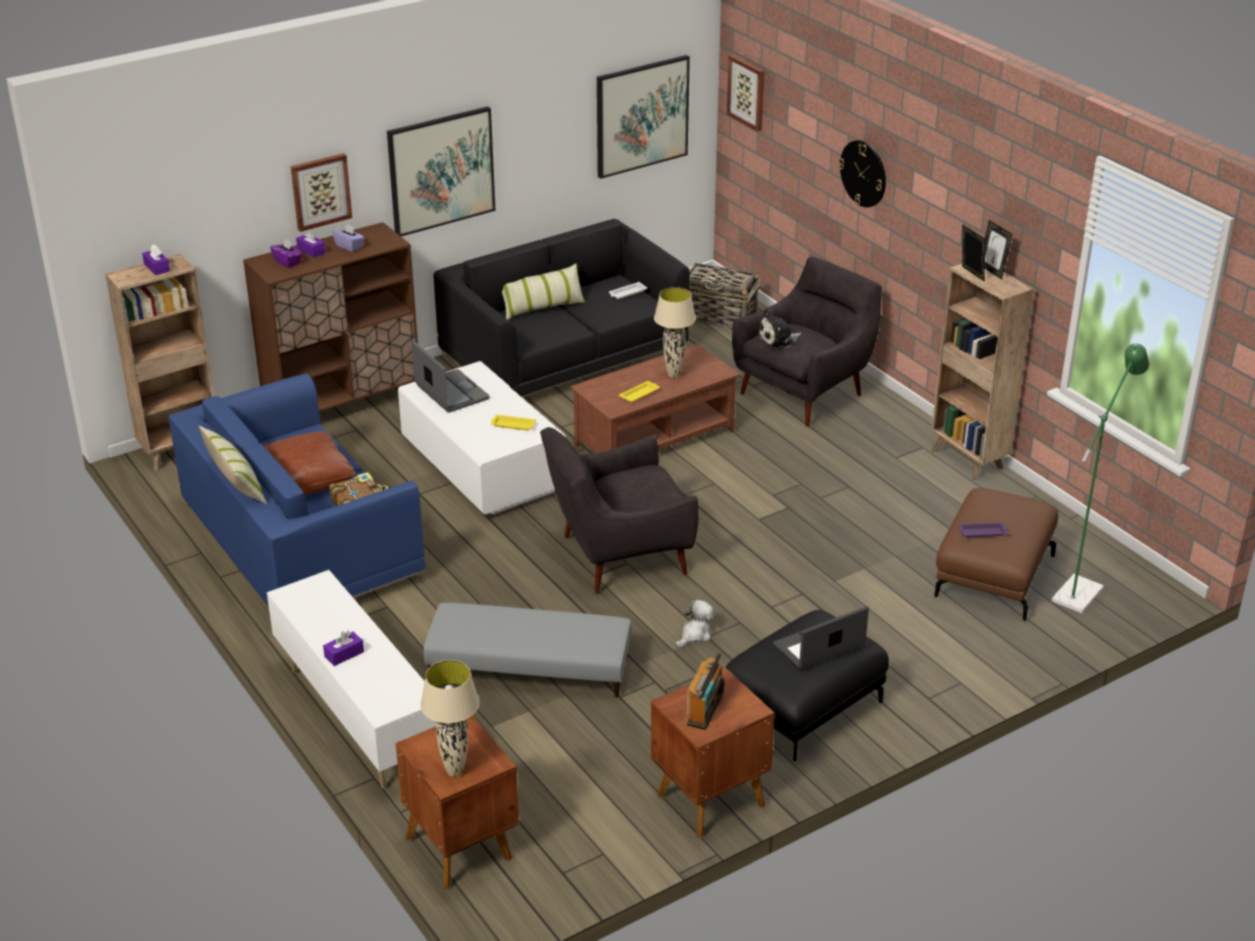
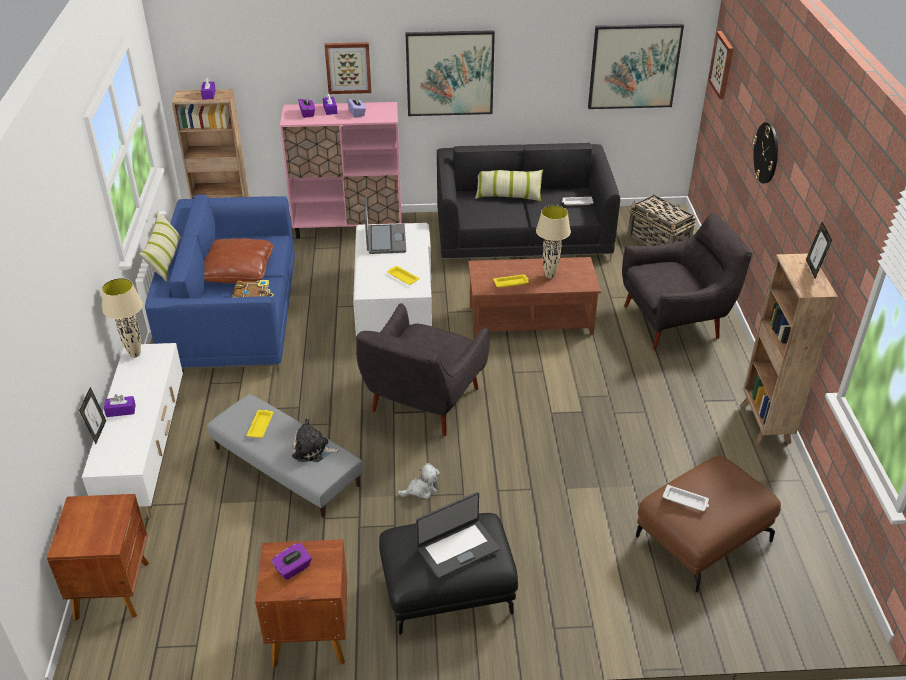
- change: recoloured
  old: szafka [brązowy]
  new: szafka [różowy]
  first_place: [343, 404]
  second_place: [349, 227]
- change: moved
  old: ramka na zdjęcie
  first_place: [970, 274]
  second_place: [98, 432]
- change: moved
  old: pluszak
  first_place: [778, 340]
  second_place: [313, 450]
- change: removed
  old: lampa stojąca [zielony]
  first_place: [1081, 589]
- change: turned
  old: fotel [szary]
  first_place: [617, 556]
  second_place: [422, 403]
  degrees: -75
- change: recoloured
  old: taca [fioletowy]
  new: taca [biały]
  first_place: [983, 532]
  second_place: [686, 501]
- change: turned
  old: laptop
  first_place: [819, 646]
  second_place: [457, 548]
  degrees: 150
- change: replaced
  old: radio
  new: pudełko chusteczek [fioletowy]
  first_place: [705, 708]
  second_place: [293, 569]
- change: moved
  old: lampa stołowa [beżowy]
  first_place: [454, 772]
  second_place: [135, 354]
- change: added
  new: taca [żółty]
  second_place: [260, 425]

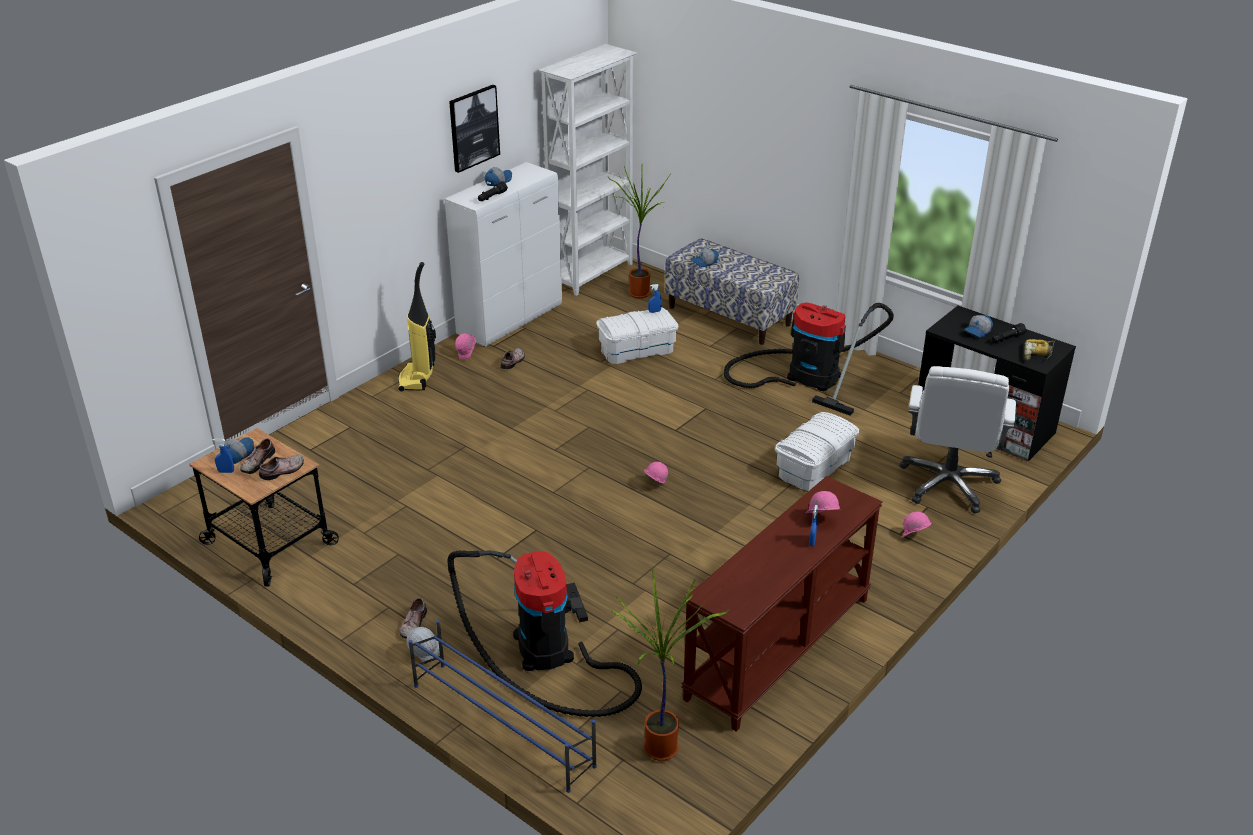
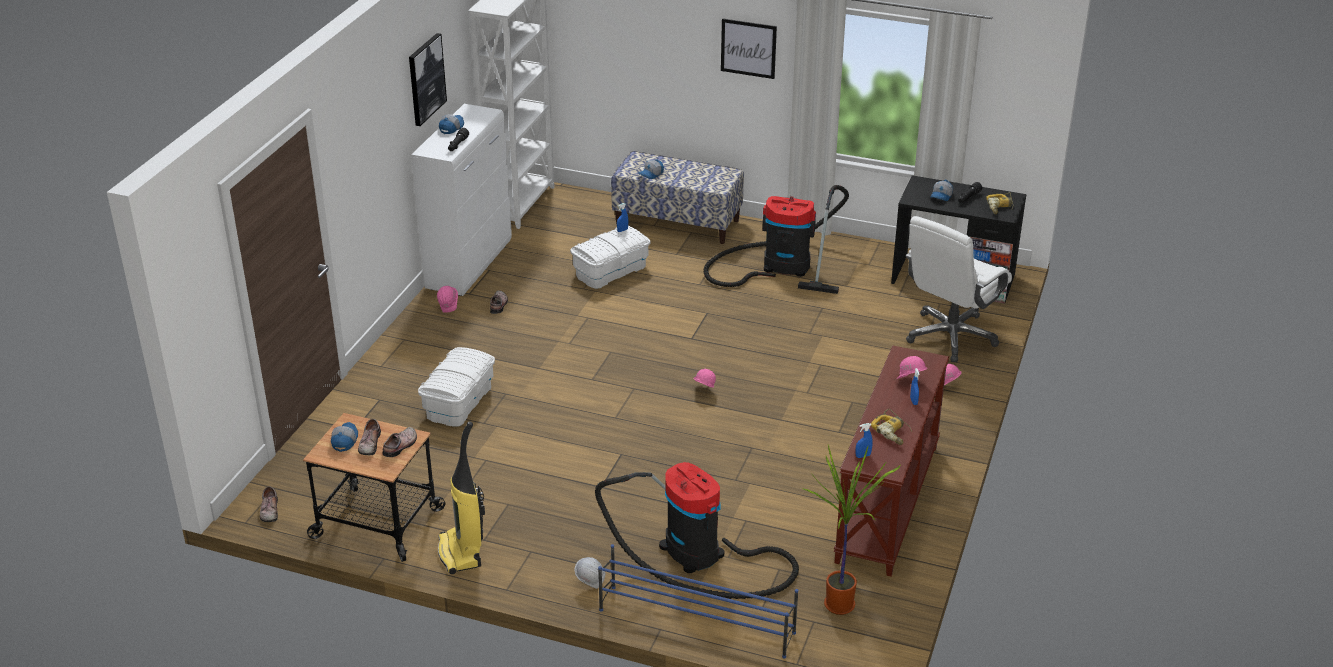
- change: removed
  old: roślina doniczkowa
  first_place: [638, 293]
- change: moved
  old: odkurzacz
  first_place: [417, 379]
  second_place: [461, 553]
- change: turned
  old: krzesło biurowe [biały]
  first_place: [948, 484]
  second_place: [951, 336]
  degrees: 45
- change: moved
  old: pojemnik do przechowywania [biały]
  first_place: [814, 466]
  second_place: [459, 402]
- change: moved
  old: spryskiwacz [niebieski]
  first_place: [226, 471]
  second_place: [863, 456]
- change: moved
  old: but
  first_place: [412, 624]
  second_place: [269, 510]
- change: added
  new: obraz
  second_place: [748, 48]
- change: added
  new: wiertarka
  second_place: [893, 431]

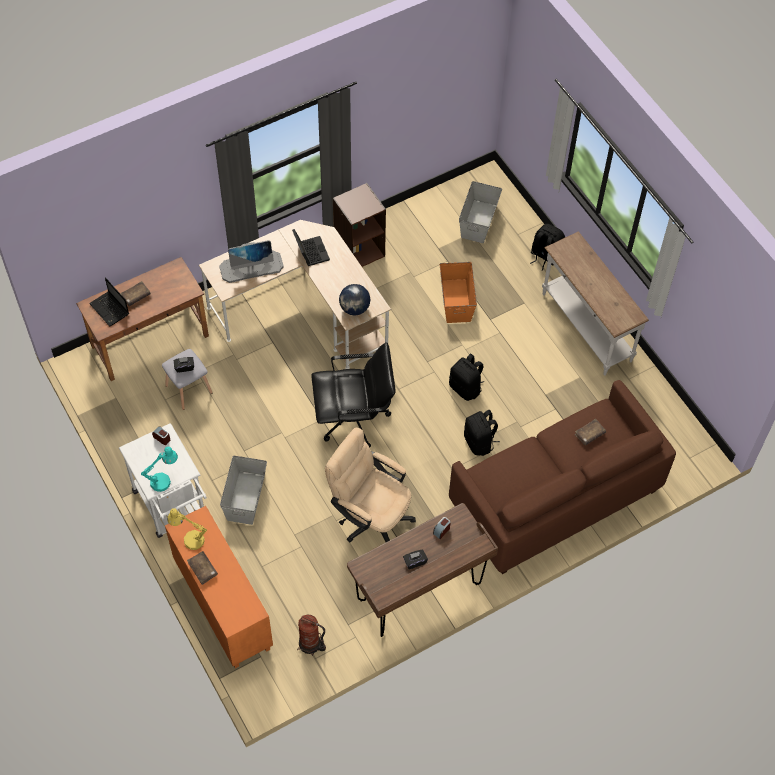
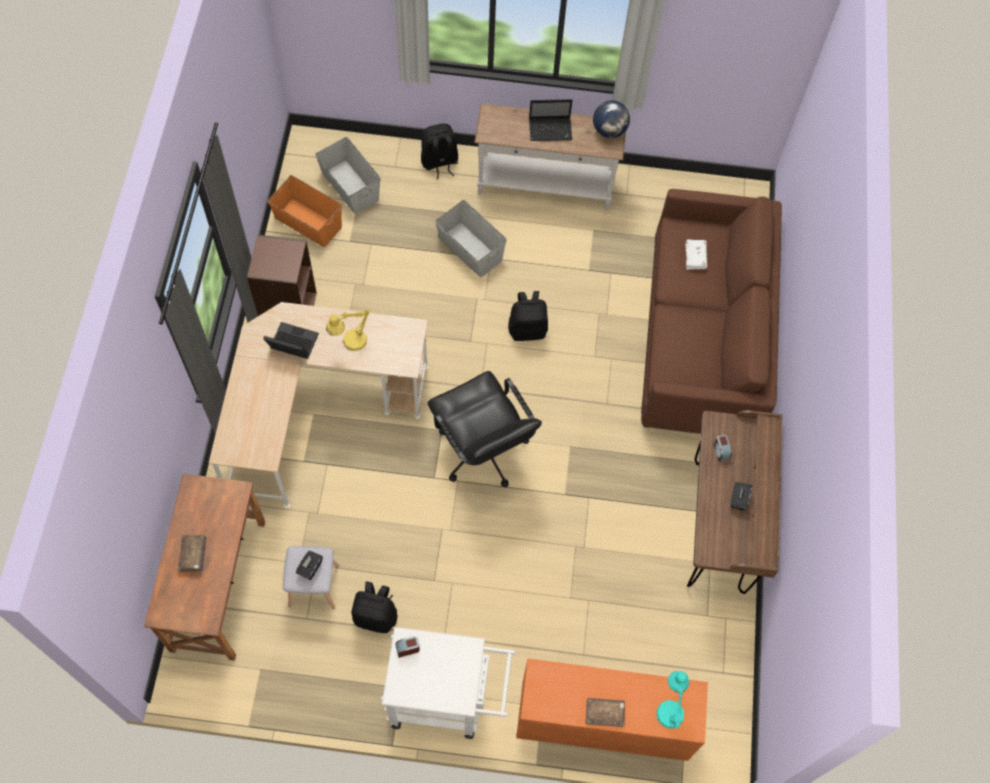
- change: removed
  old: monitor
  first_place: [252, 267]
- change: moved
  old: pojemnik do przechowywania [pomarańczowy]
  first_place: [456, 300]
  second_place: [308, 222]
- change: moved
  old: laptop
  first_place: [110, 309]
  second_place: [551, 129]
- change: moved
  old: globus
  first_place: [354, 308]
  second_place: [609, 130]
- change: turned
  old: krzesło biurowe [czarny]
  first_place: [354, 419]
  second_place: [482, 451]
  degrees: 120
- change: moved
  old: plecak [czarny]
  first_place: [479, 442]
  second_place: [376, 616]
- change: recoloured
  old: książka [brązowy]
  new: książka [biały]
  first_place: [589, 434]
  second_place: [695, 257]
- change: removed
  old: krzesło biurowe [beżowy]
  first_place: [370, 517]
- change: moved
  old: lampa stołowa [turkusowy]
  first_place: [164, 480]
  second_place: [670, 708]
- change: moved
  old: pojemnik do przechowywania [szary]
  first_place: [245, 497]
  second_place: [470, 250]
- change: moved
  old: lampa stołowa [żółty]
  first_place: [189, 539]
  second_place: [350, 343]
- change: removed
  old: gaśnica
  first_place: [311, 644]

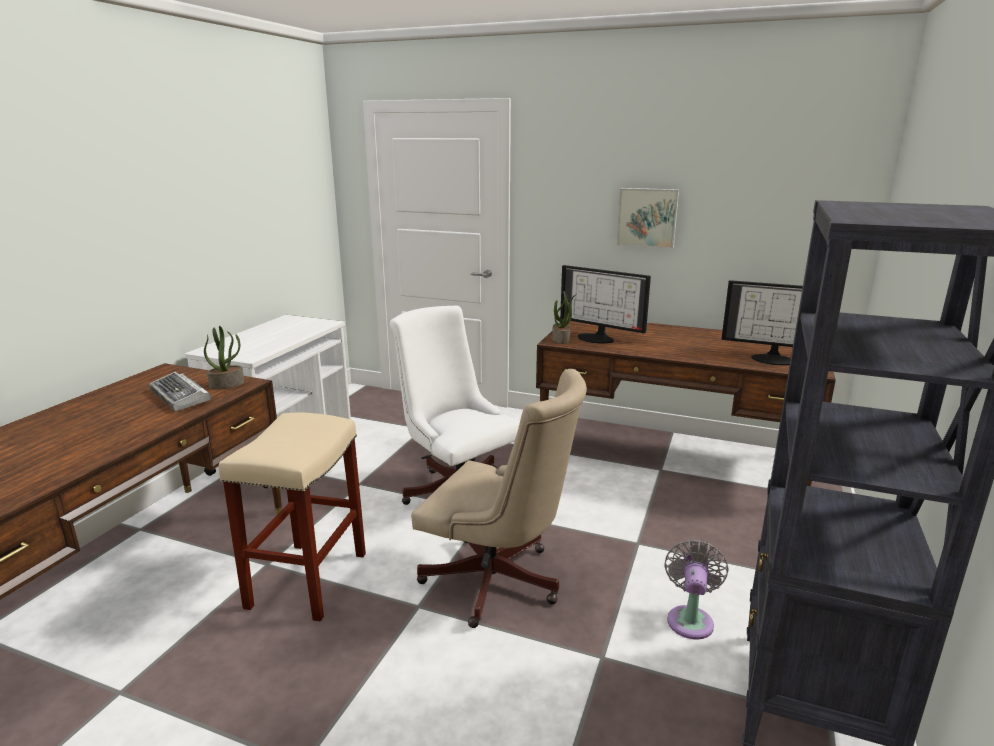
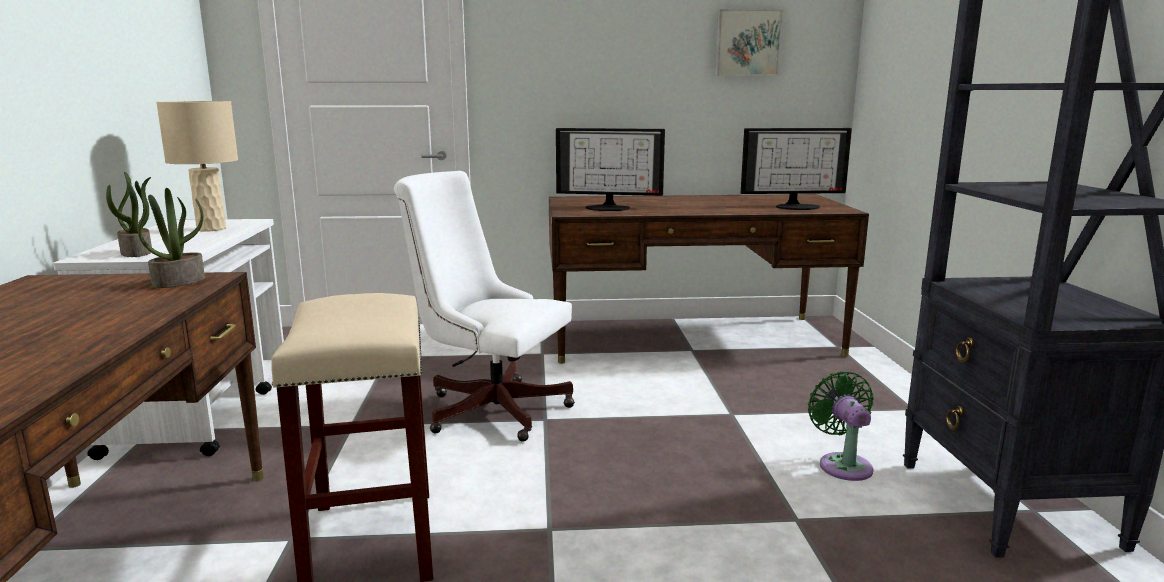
- change: moved
  old: obraz
  first_place: [647, 217]
  second_place: [747, 43]
- change: moved
  old: roślina doniczkowa
  first_place: [561, 340]
  second_place: [137, 252]
- change: removed
  old: krzesło biurowe [beżowy]
  first_place: [499, 583]
- change: removed
  old: klawiatura
  first_place: [180, 397]
- change: recoloured
  old: wentylator [szary]
  new: wentylator [zielony]
  first_place: [690, 619]
  second_place: [843, 464]
- change: added
  new: lampa stołowa [beżowy]
  second_place: [211, 229]

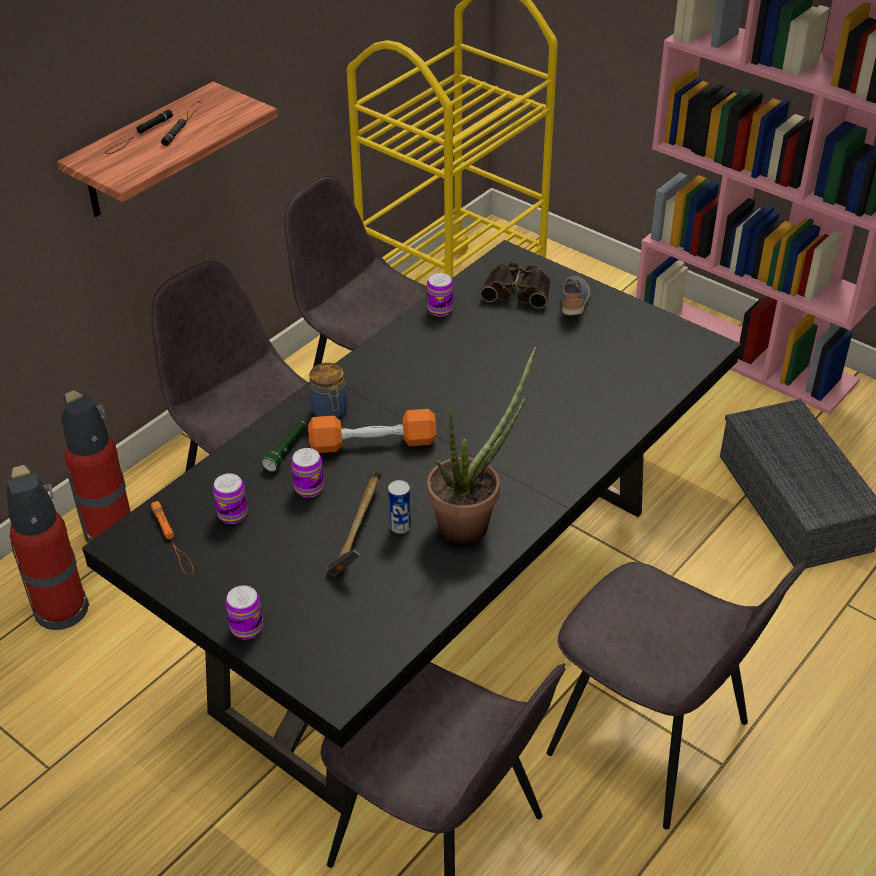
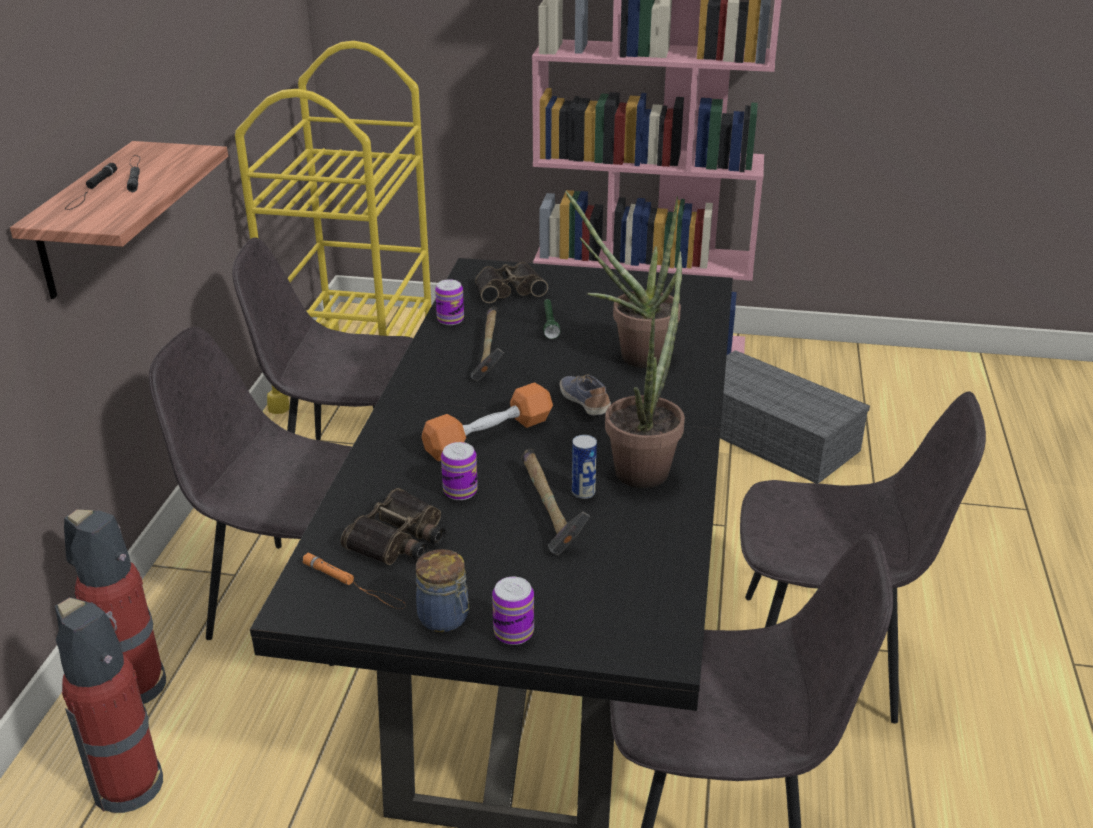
- change: moved
  old: but
  first_place: [574, 303]
  second_place: [586, 404]
- change: moved
  old: słoik
  first_place: [330, 411]
  second_place: [445, 618]
- change: moved
  old: latarka [zielony]
  first_place: [287, 449]
  second_place: [549, 323]
- change: replaced
  old: puszka
  new: lornetka
  first_place: [232, 514]
  second_place: [400, 539]
- change: added
  new: roślina doniczkowa
  second_place: [633, 356]
- change: added
  new: młotek
  second_place: [488, 354]

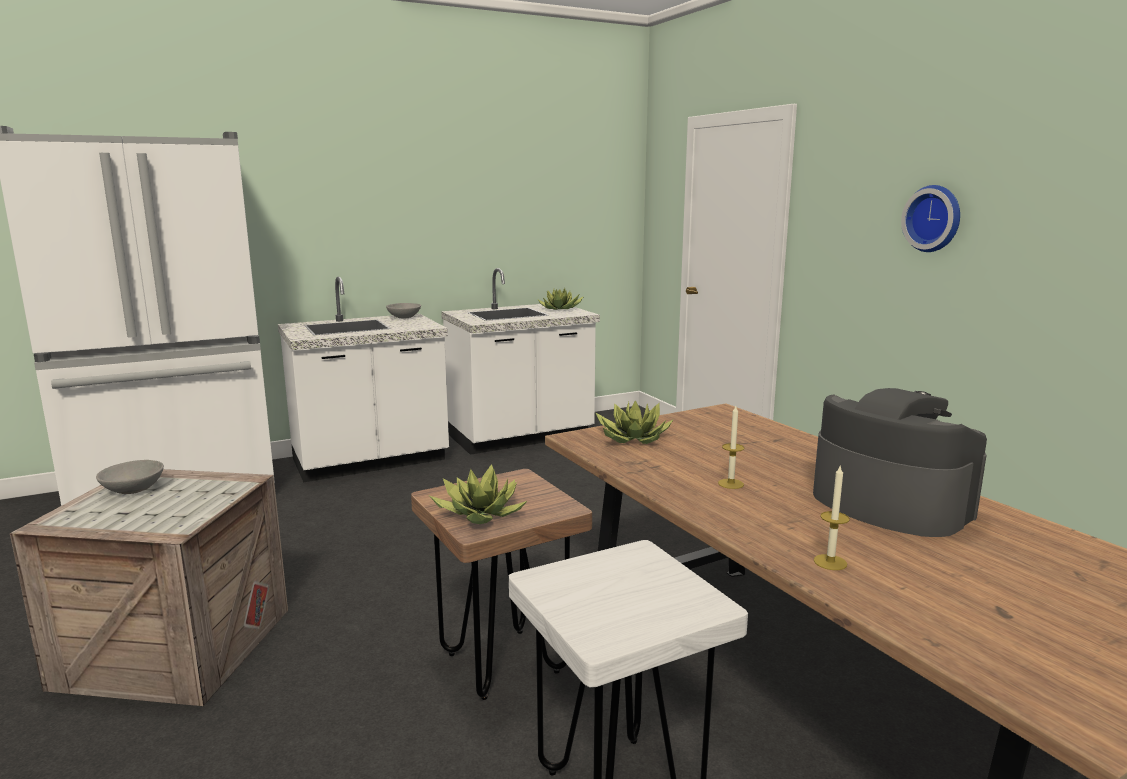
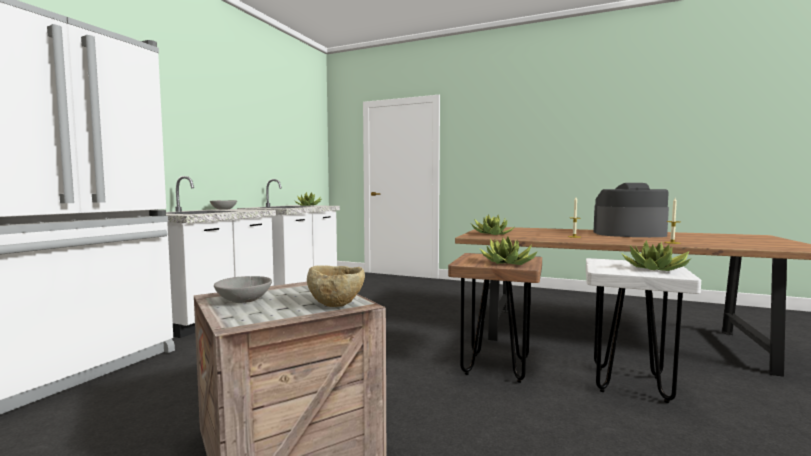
- change: removed
  old: zegar ścienny
  first_place: [934, 218]
- change: added
  new: roślina doniczkowa
  second_place: [657, 269]
- change: added
  new: miska [beżowy]
  second_place: [336, 304]

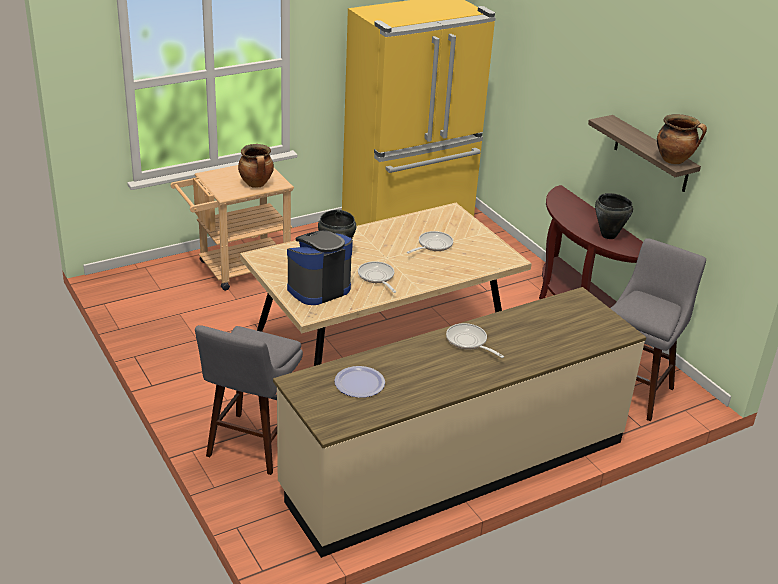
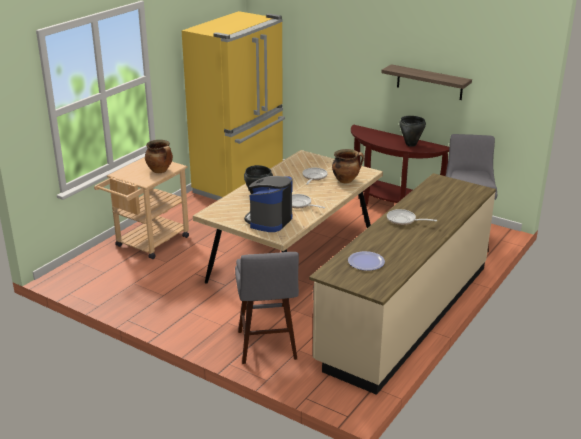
- change: moved
  old: garnek
  first_place: [674, 160]
  second_place: [346, 180]

